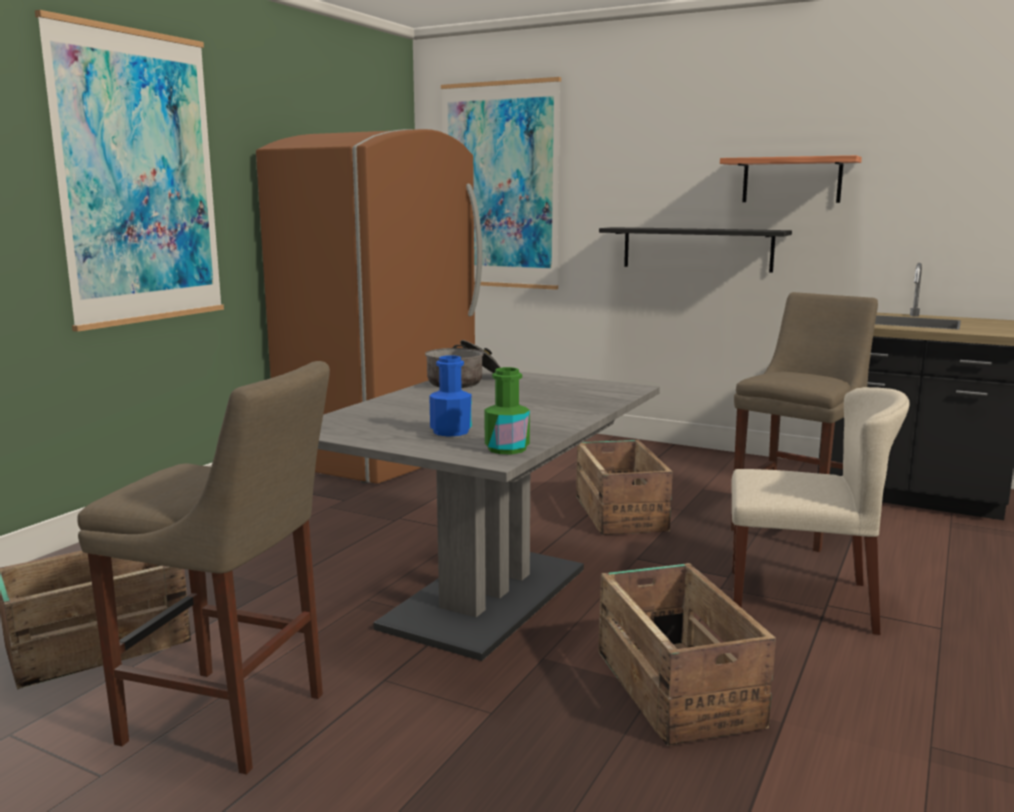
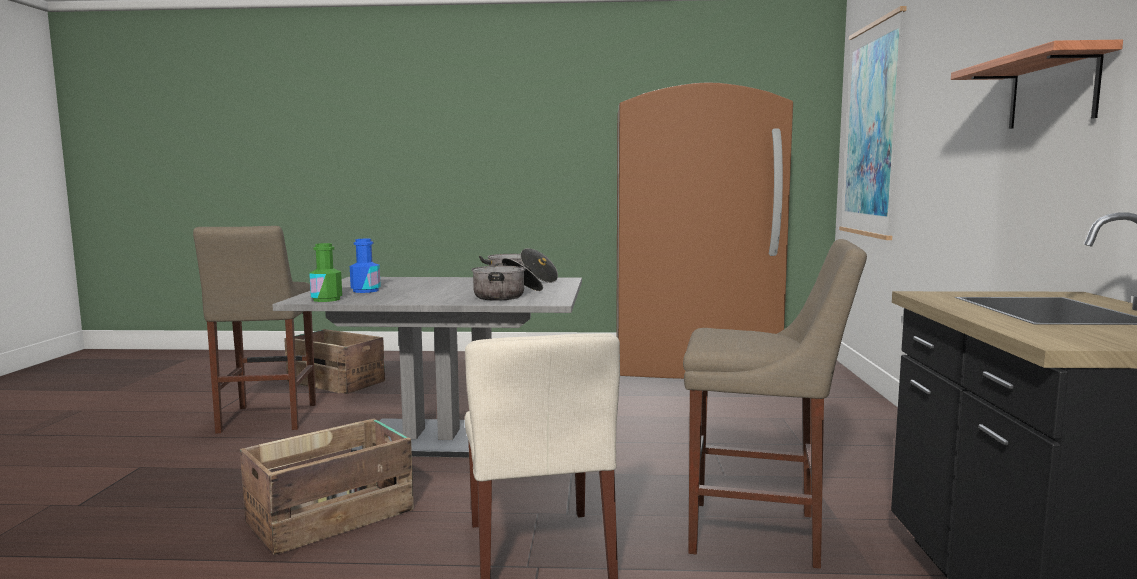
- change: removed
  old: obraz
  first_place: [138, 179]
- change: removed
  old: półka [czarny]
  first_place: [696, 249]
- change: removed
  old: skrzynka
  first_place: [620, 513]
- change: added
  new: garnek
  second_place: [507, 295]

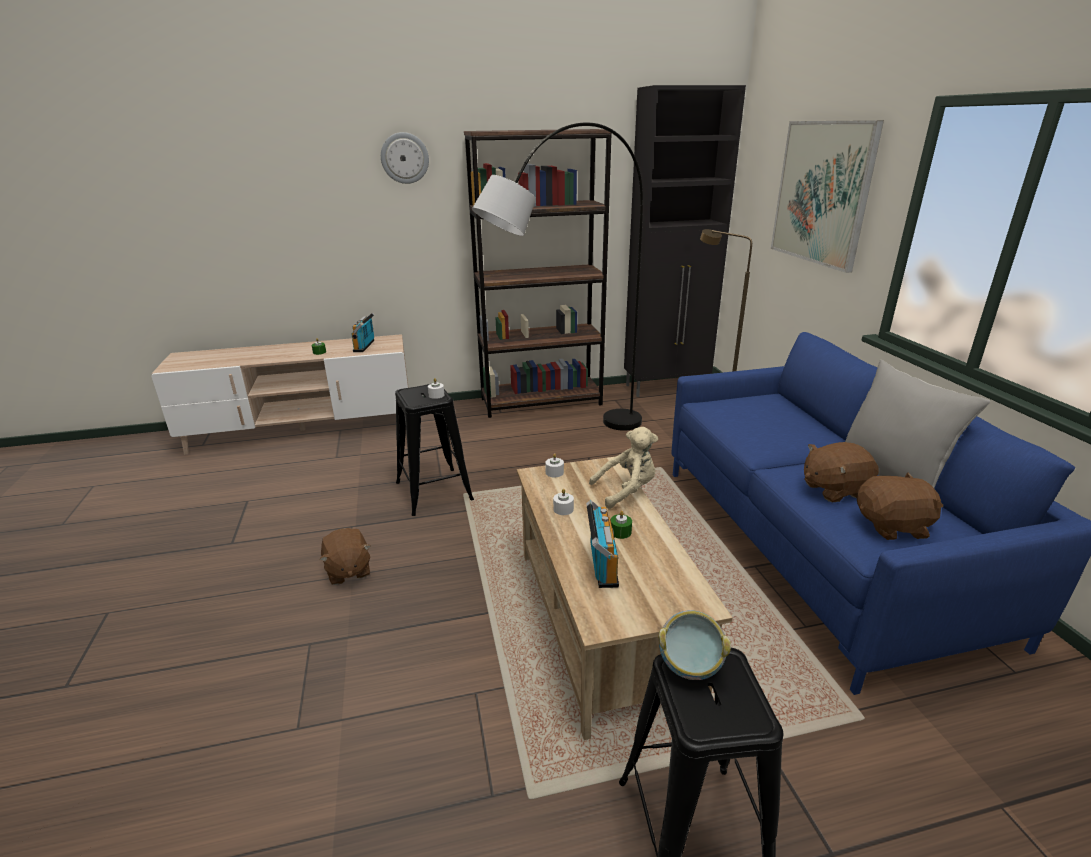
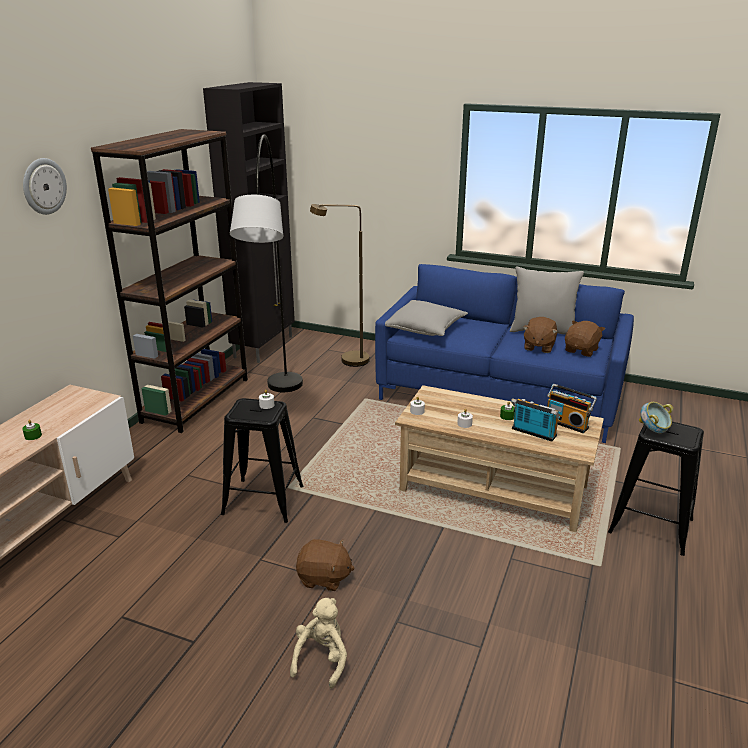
- change: removed
  old: obraz
  first_place: [822, 193]
- change: moved
  old: radio
  first_place: [365, 346]
  second_place: [567, 423]
- change: moved
  old: pluszak [beżowy]
  first_place: [627, 491]
  second_place: [322, 659]
- change: added
  new: poduszka [szary]
  second_place: [425, 329]

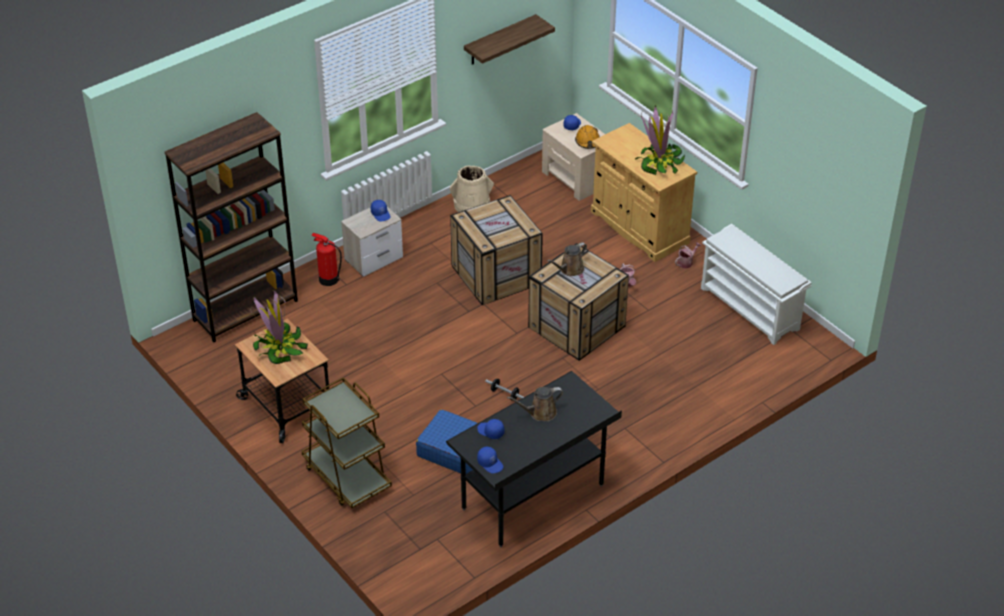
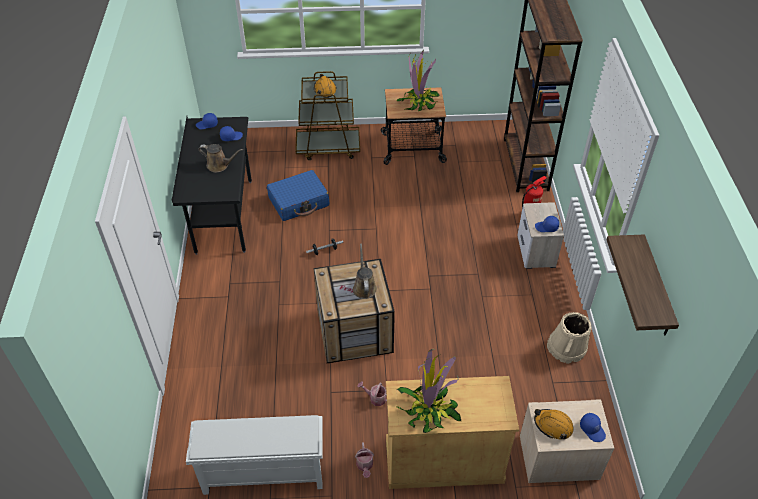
- change: removed
  old: skrzynka
  first_place: [497, 274]
- change: turned
  old: konewka [brązowy]
  first_place: [540, 413]
  second_place: [219, 165]
  degrees: 90
- change: added
  new: kask [pomarańczowy]
  second_place: [325, 90]

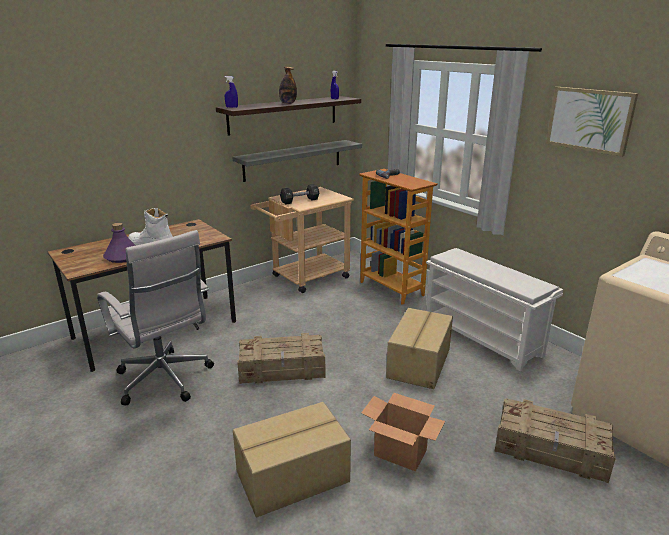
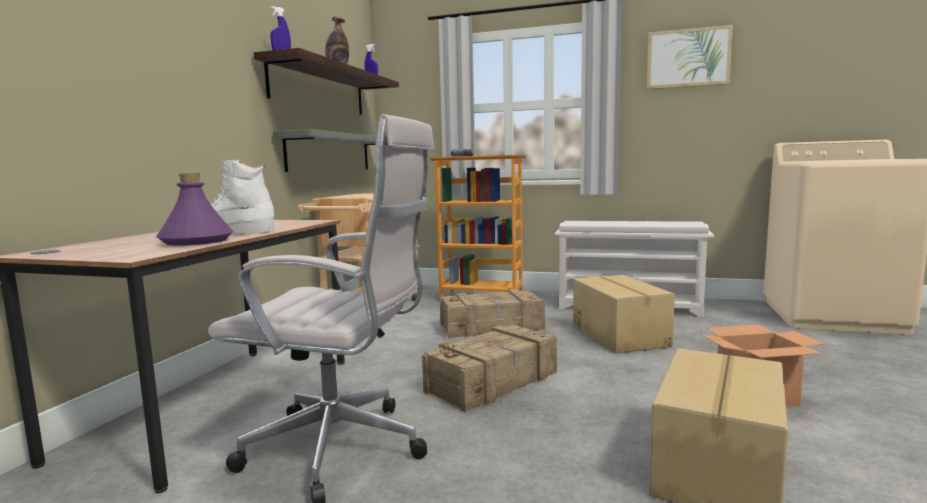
- change: removed
  old: hantel [czarny]
  first_place: [300, 201]
- change: moved
  old: skrzynka
  first_place: [551, 450]
  second_place: [492, 327]

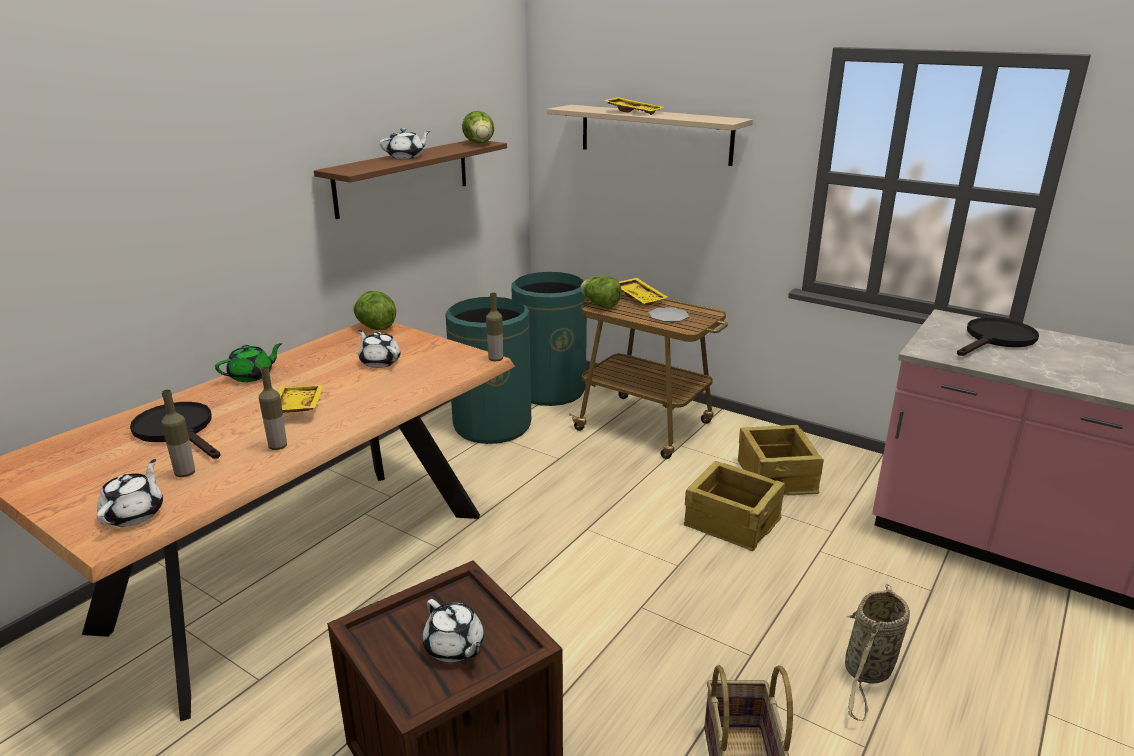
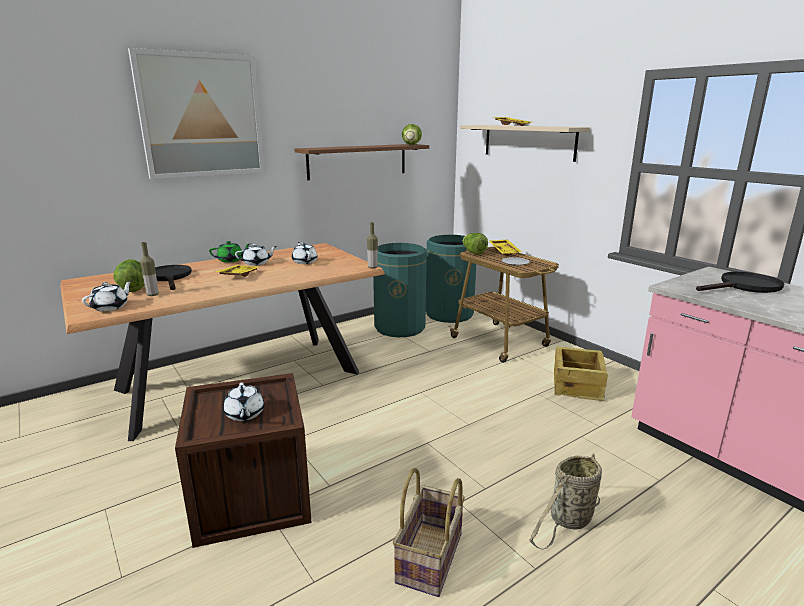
- change: moved
  old: imbryk [biały]
  first_place: [406, 157]
  second_place: [257, 263]
- change: moved
  old: sałata
  first_place: [375, 328]
  second_place: [133, 290]
- change: removed
  old: butelka
  first_place: [278, 446]
- change: removed
  old: skrzynka
  first_place: [731, 521]
- change: added
  new: obraz
  second_place: [201, 116]

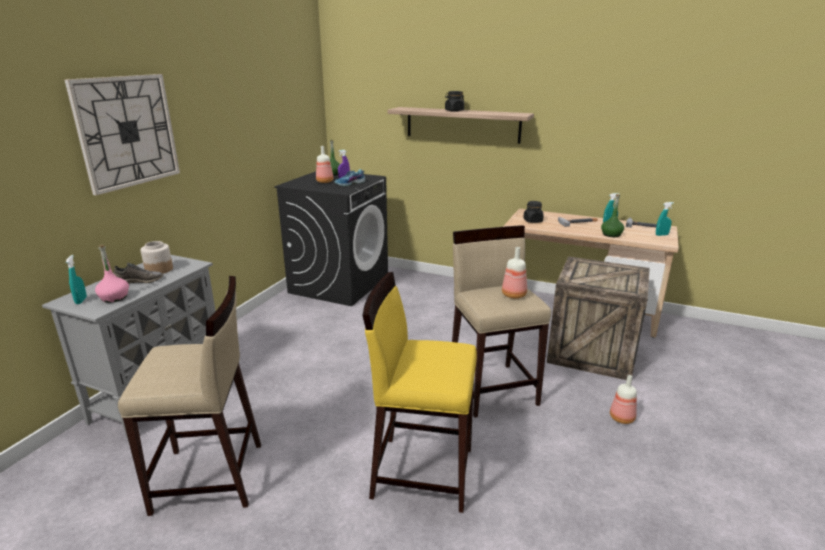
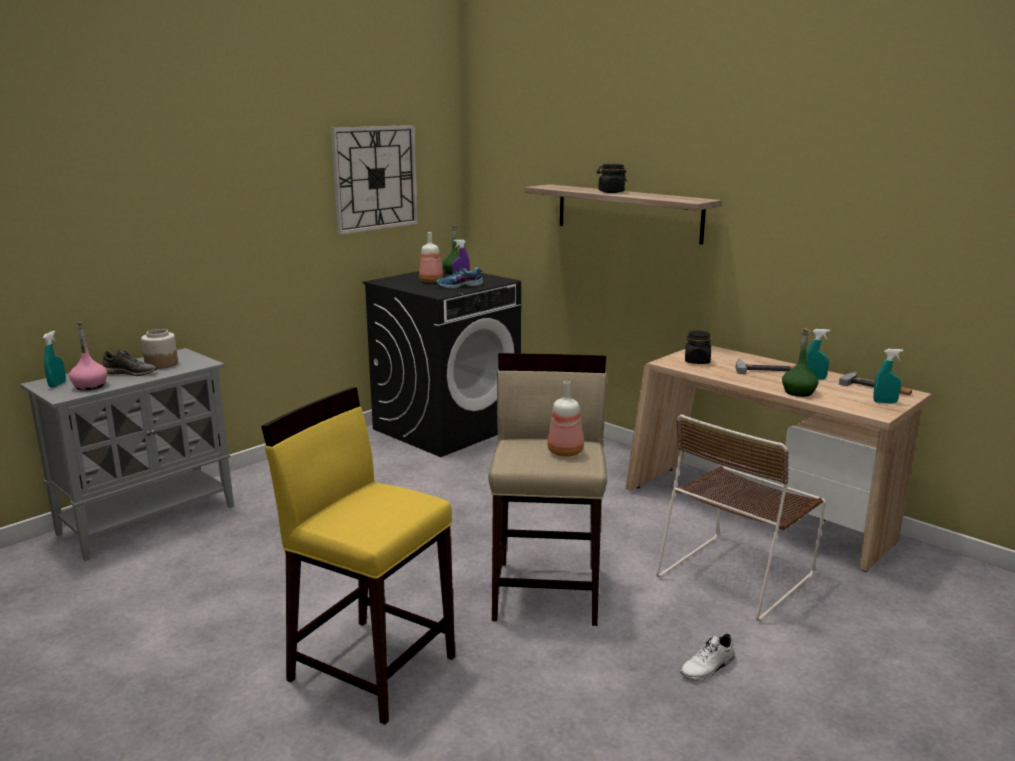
- change: moved
  old: zegar ścienny
  first_place: [127, 131]
  second_place: [375, 178]
- change: replaced
  old: skrzynka
  new: krzesło [brązowy]
  first_place: [591, 353]
  second_place: [737, 574]
- change: removed
  old: stołek [beżowy]
  first_place: [210, 478]
- change: replaced
  old: butelka
  new: but [biały]
  first_place: [622, 418]
  second_place: [708, 668]

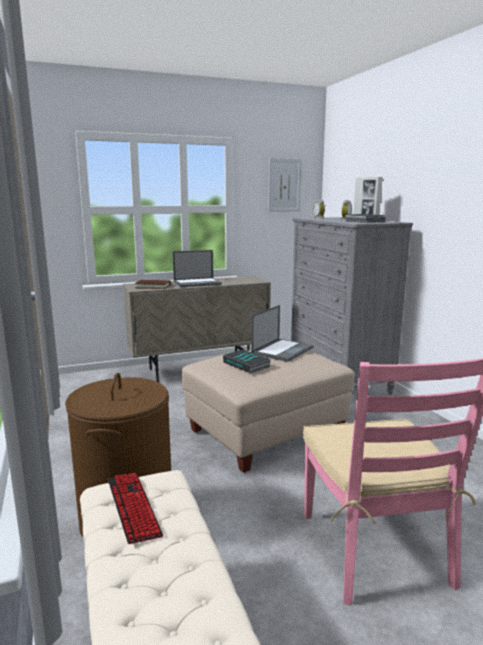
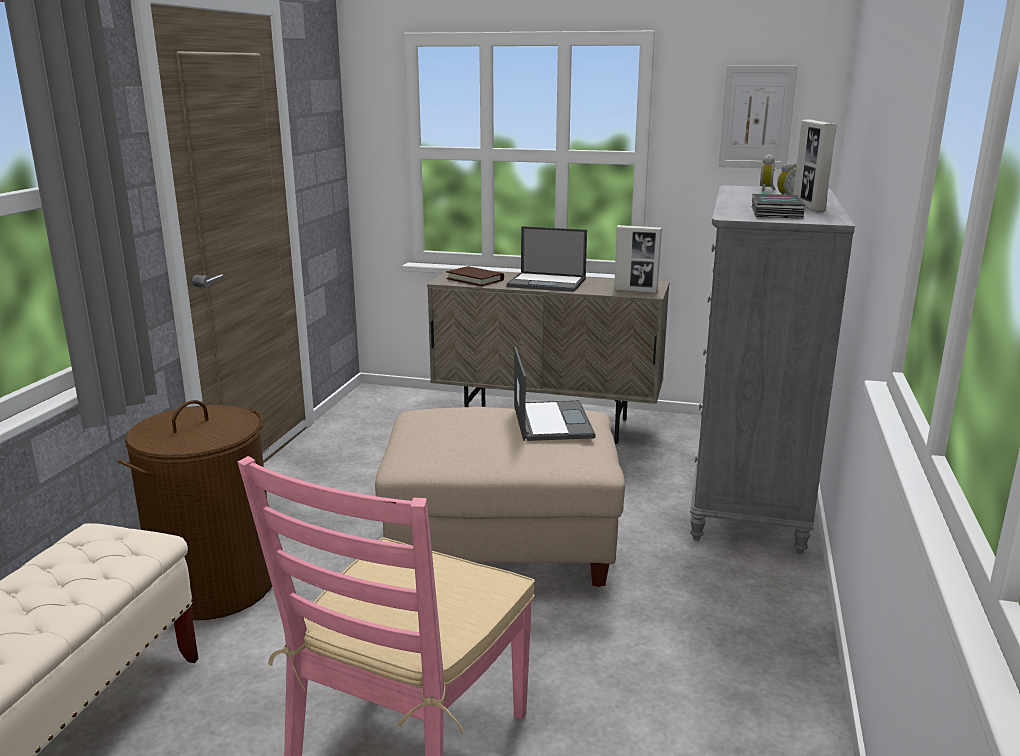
- change: turned
  old: laptop
  first_place: [282, 350]
  second_place: [551, 421]
  degrees: -75
- change: removed
  old: książka
  first_place: [247, 364]
- change: removed
  old: klawiatura
  first_place: [133, 507]
- change: added
  new: ramka na zdjęcie
  second_place: [636, 291]

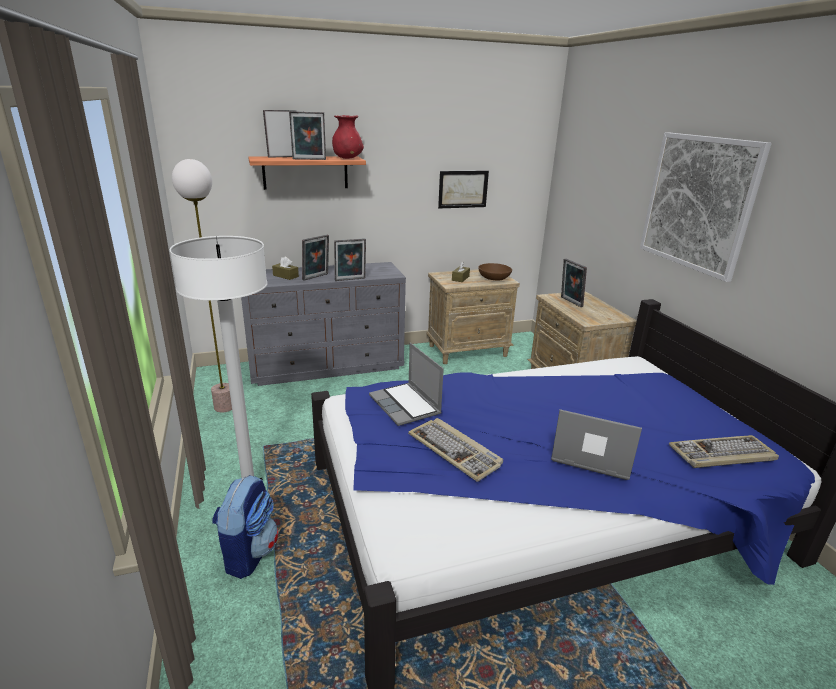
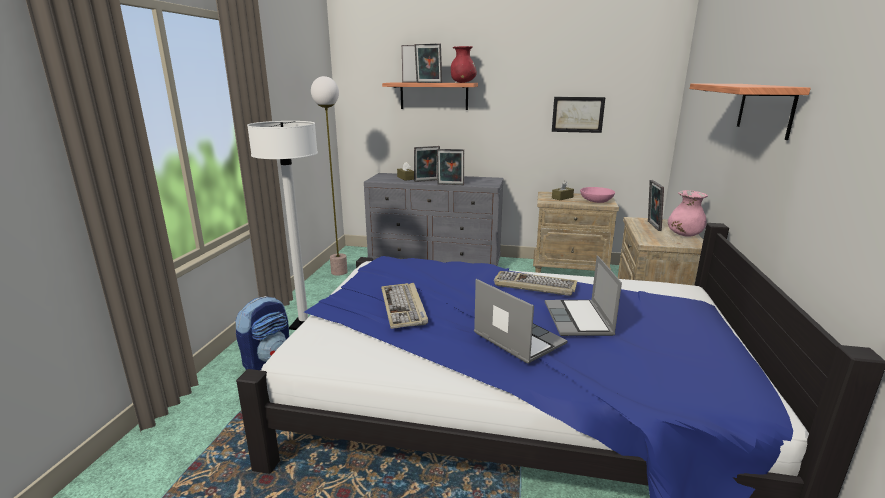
- change: replaced
  old: obraz
  new: półka
  first_place: [698, 203]
  second_place: [765, 109]
- change: recoloured
  old: miska [brązowy]
  new: miska [różowy]
  first_place: [494, 278]
  second_place: [596, 201]
- change: moved
  old: laptop
  first_place: [406, 405]
  second_place: [579, 320]
- change: moved
  old: klawiatura
  first_place: [722, 454]
  second_place: [534, 285]
- change: added
  new: wazon [różowy]
  second_place: [684, 235]

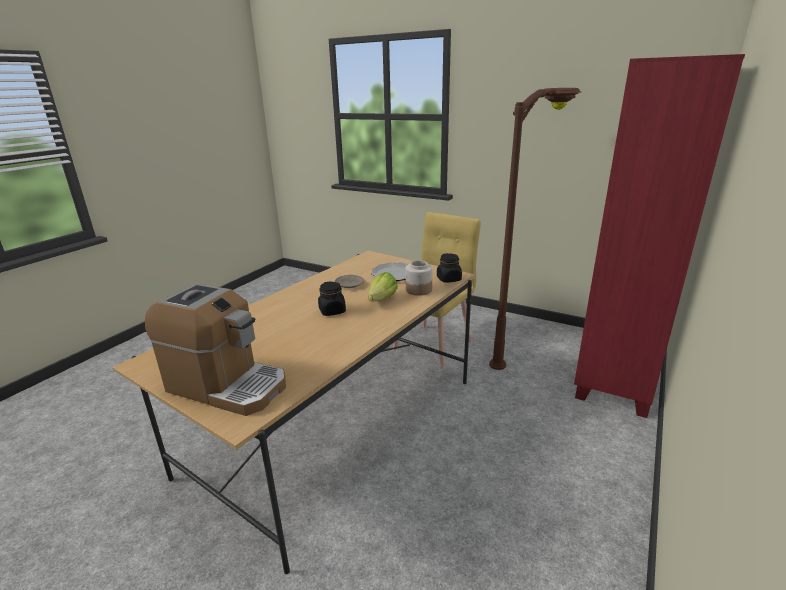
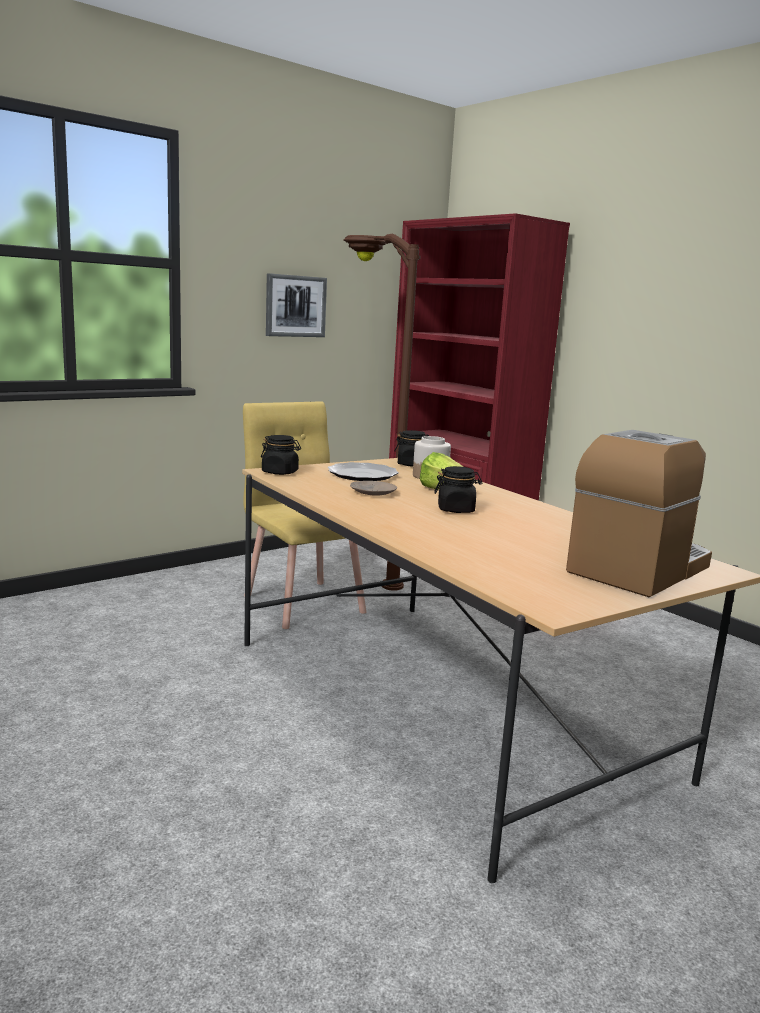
- change: added
  new: obraz
  second_place: [295, 306]
- change: added
  new: słoik [czarny]
  second_place: [280, 472]

